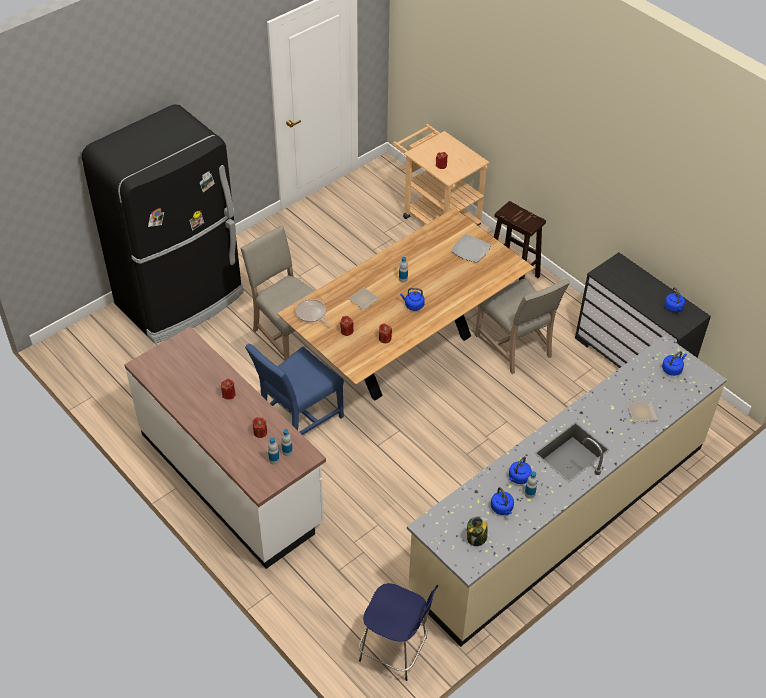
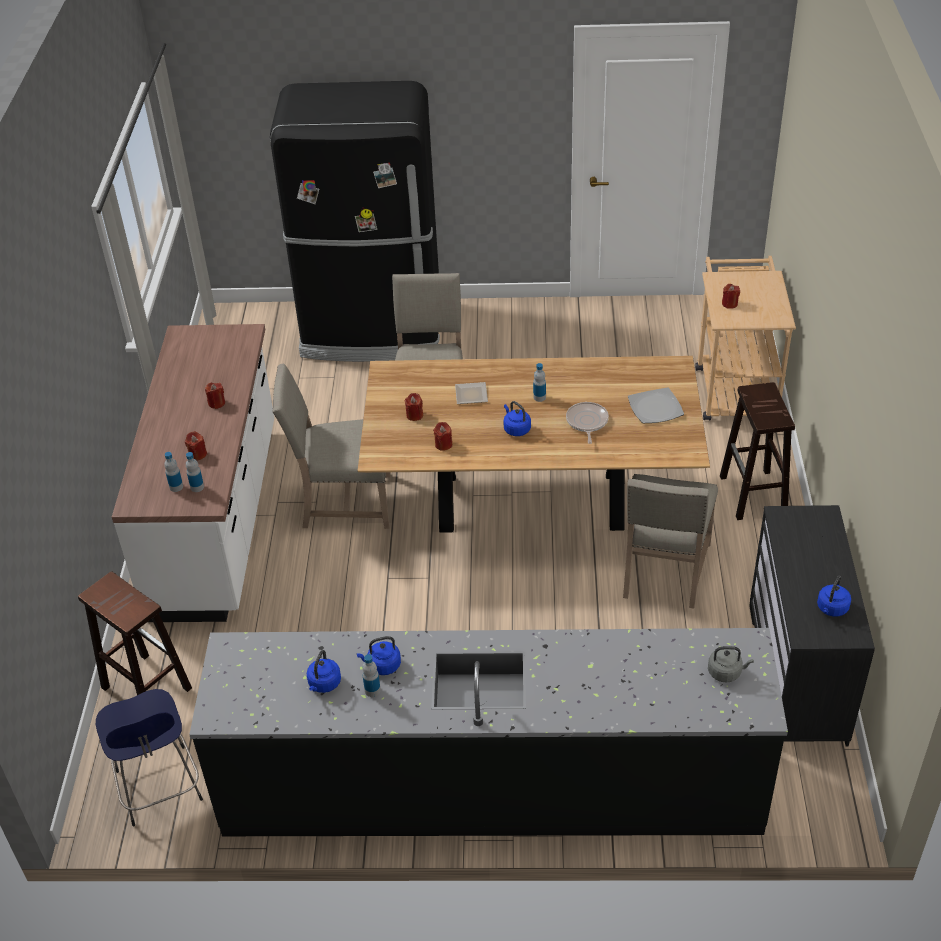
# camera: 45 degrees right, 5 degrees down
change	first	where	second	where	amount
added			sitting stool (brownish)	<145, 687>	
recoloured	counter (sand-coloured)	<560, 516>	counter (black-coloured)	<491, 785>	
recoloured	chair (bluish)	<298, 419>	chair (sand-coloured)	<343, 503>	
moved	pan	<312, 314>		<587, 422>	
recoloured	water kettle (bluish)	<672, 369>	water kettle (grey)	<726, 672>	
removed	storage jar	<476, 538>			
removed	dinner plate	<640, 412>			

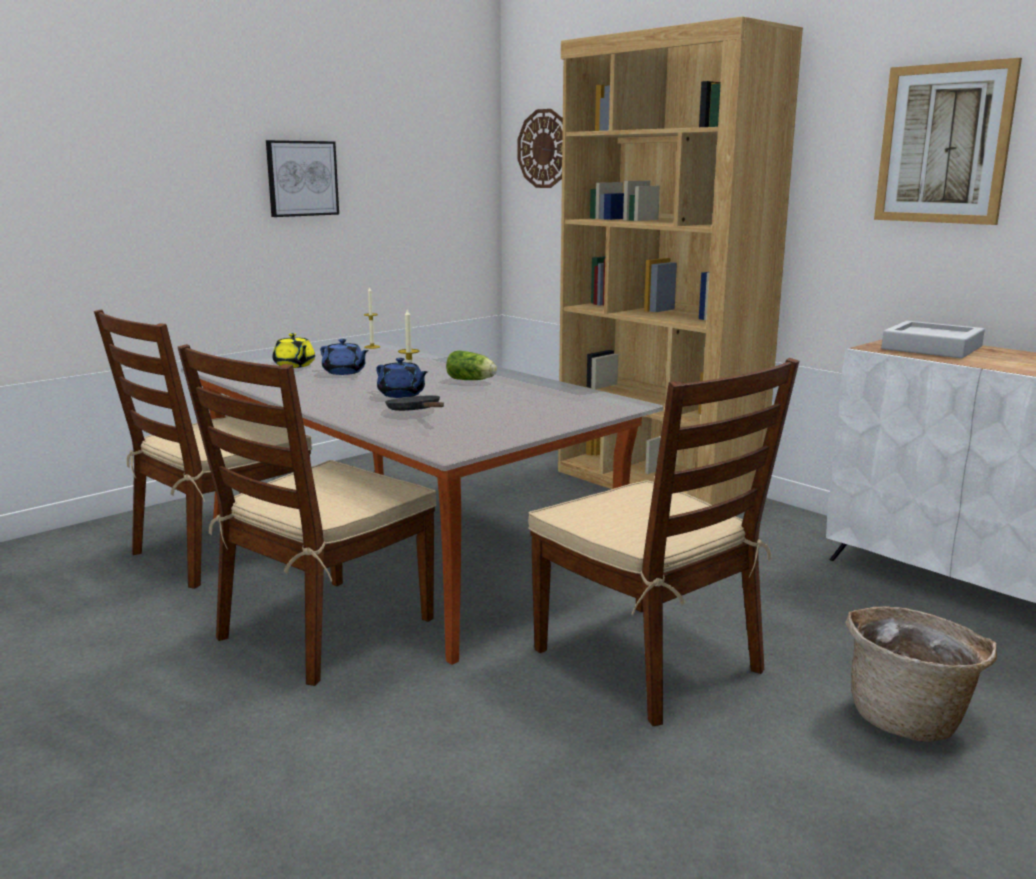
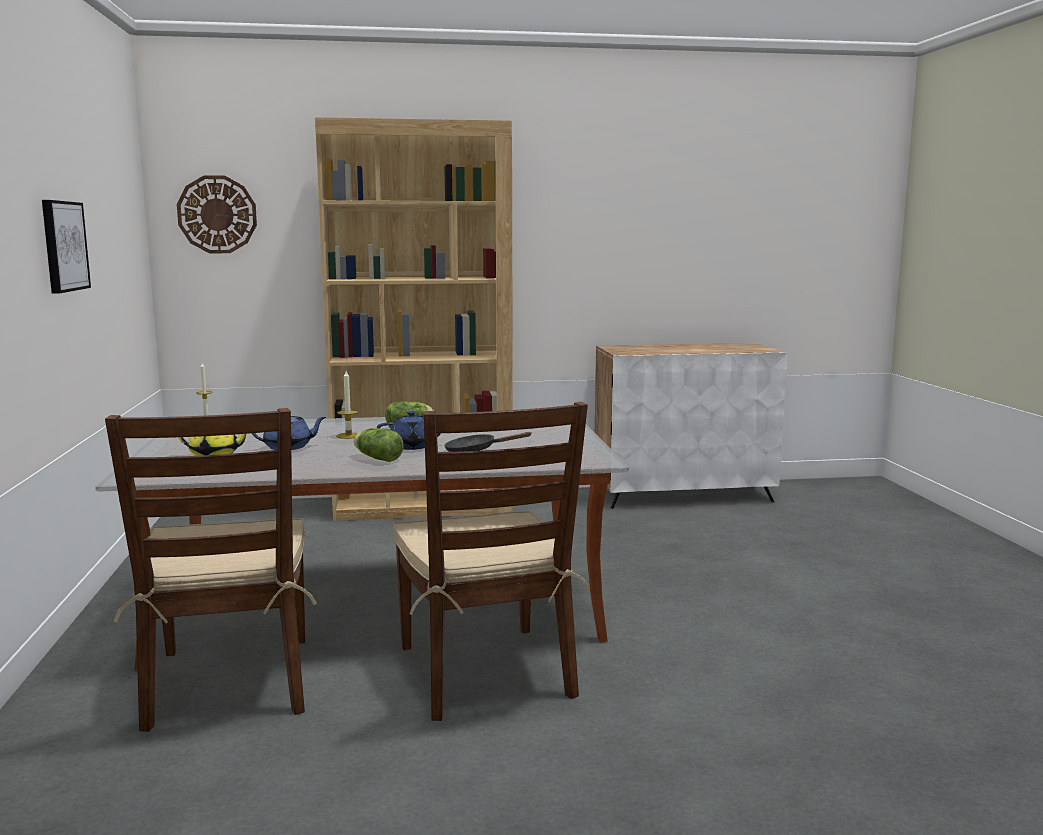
# camera: 55 degrees left, 5 degrees down
change	first	where	second	where	amount
added			lettuce	<377, 458>	
removed	chair (brownish)	<649, 661>			
removed	basket	<909, 717>			
removed	wall art	<943, 144>			
removed	carrying tray (grey)	<931, 348>			

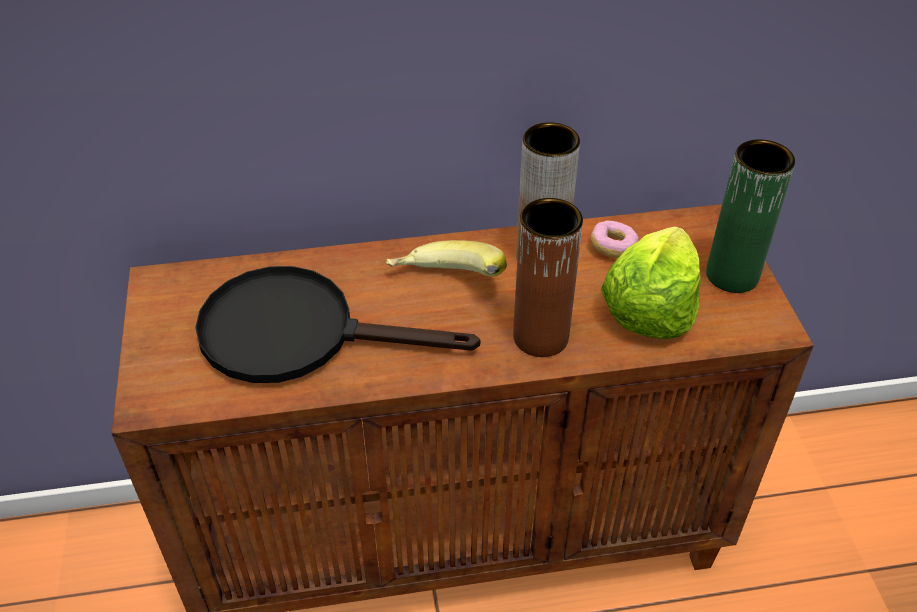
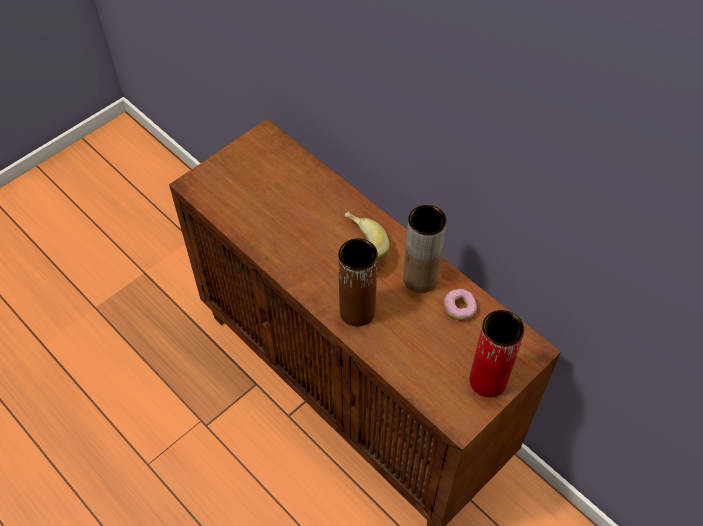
# camera: 55 degrees right, 10 degrees up
change	first	where	second	where	amount
recoloured	vase (green-coloured)	<732, 275>	vase (red-coloured)	<488, 380>	
removed	pan (black-coloured)	<300, 333>			
removed	lettuce	<650, 308>			

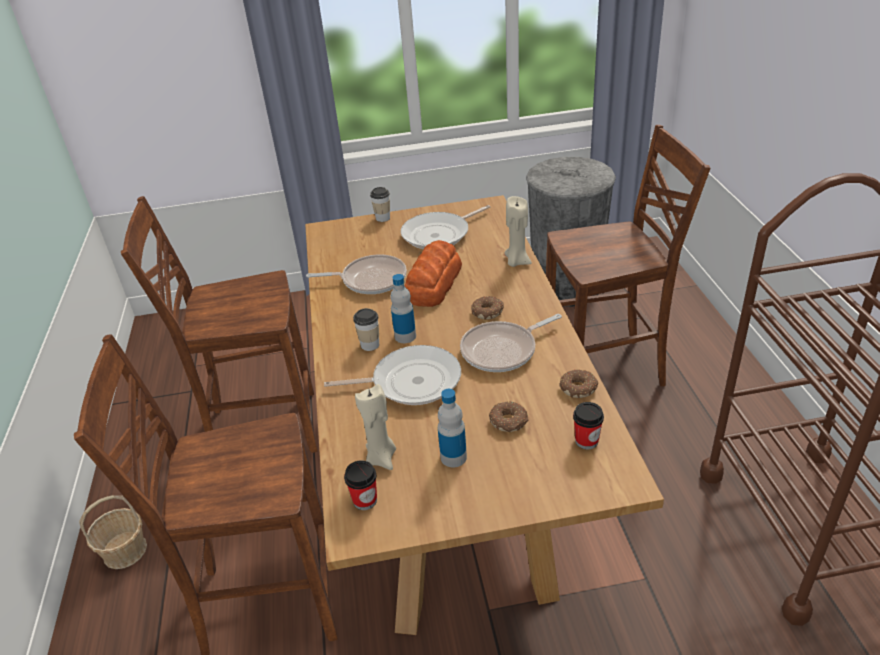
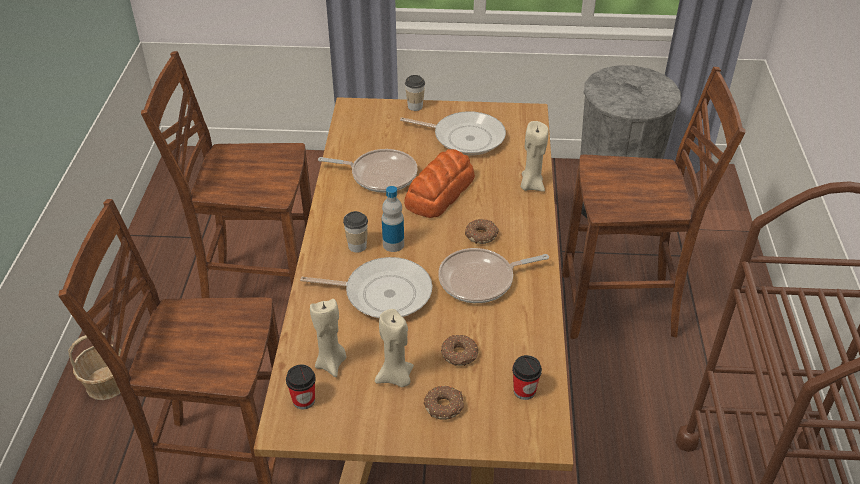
# camera: 10 degrees right, 5 degrees up
change	first	where	second	where	amount
replaced	bottle	<453, 457>	candle (sand-coloured)	<396, 378>	
turned	pan	<439, 234>		<465, 137>	135 degrees counterclockwise
moved	ring doughnut	<578, 388>		<444, 406>	

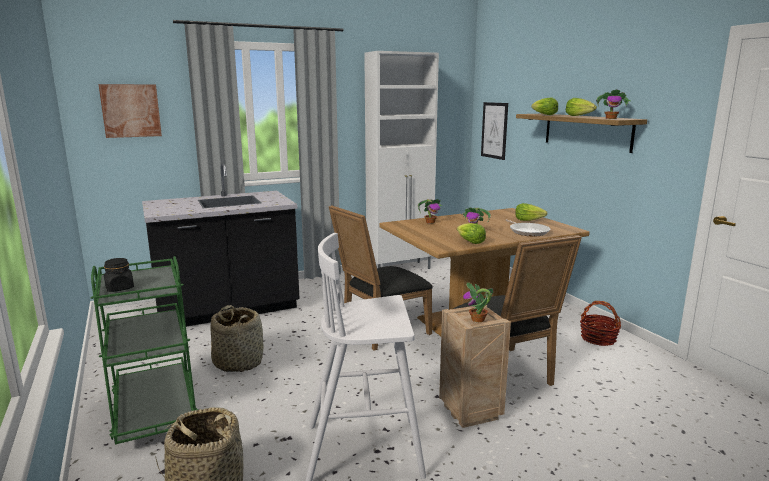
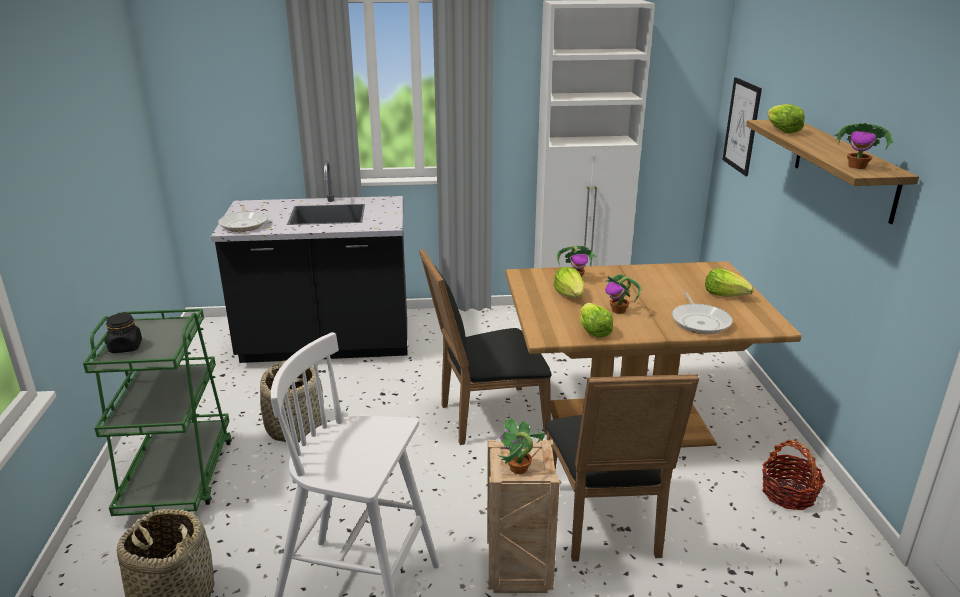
# camera: 20 degrees right, 10 degrees up
change	first	where	second	where	amount
added			pan	<244, 224>	
moved	lettuce	<579, 116>		<570, 295>	
removed	wall art	<131, 110>			

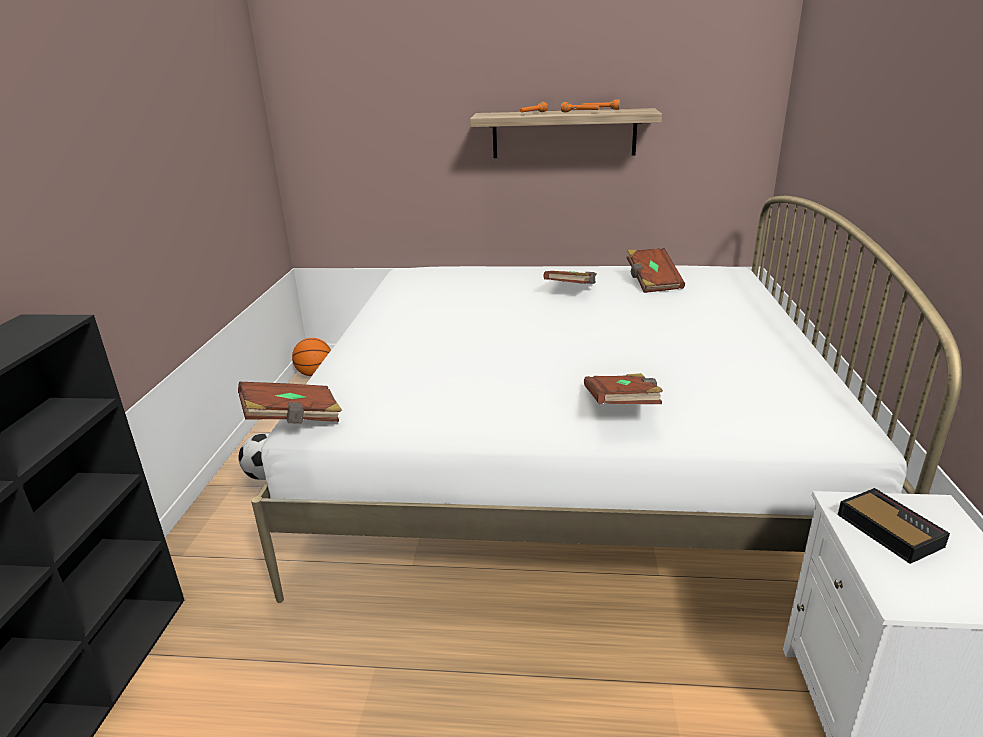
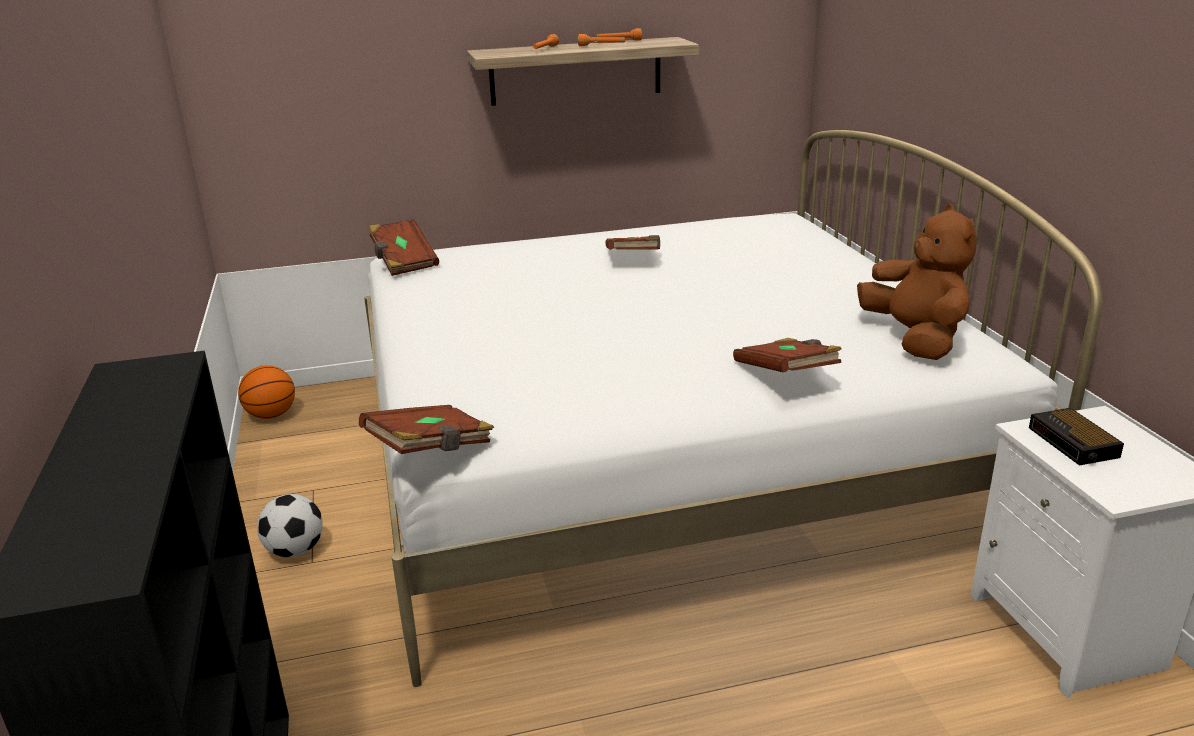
# camera: 20 degrees left, 0 degrees up
change	first	where	second	where	amount
moved	bound book (brownish)	<652, 282>		<403, 262>	
added			cuddly toy (brownish)	<915, 339>	
turned	table clock	<887, 529>		<1074, 443>	150 degrees counterclockwise

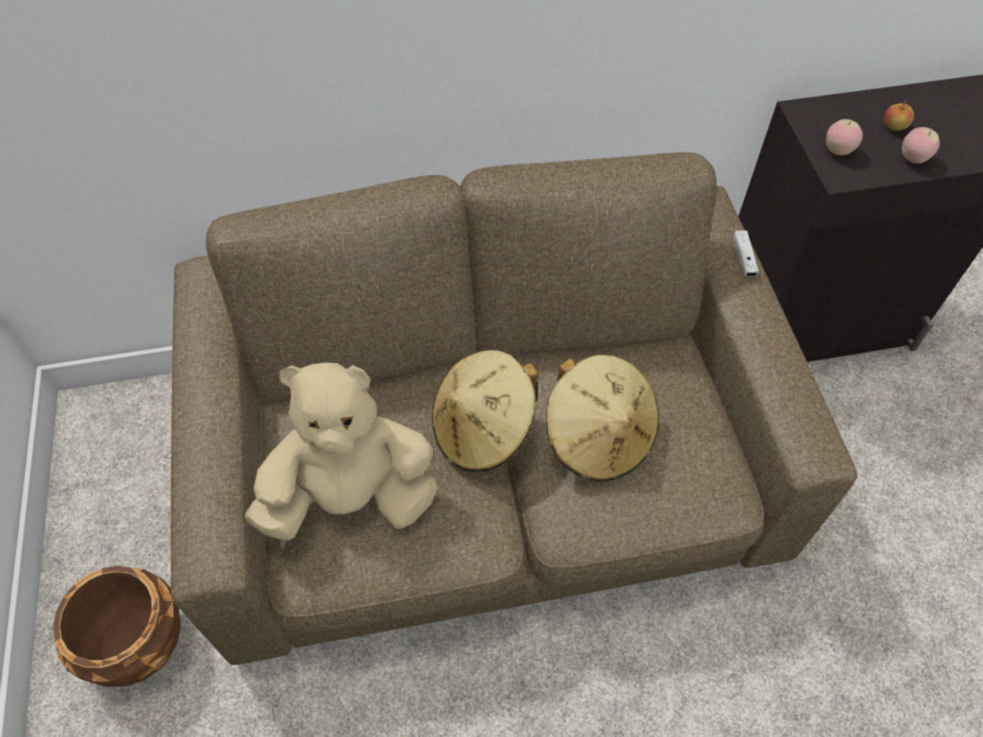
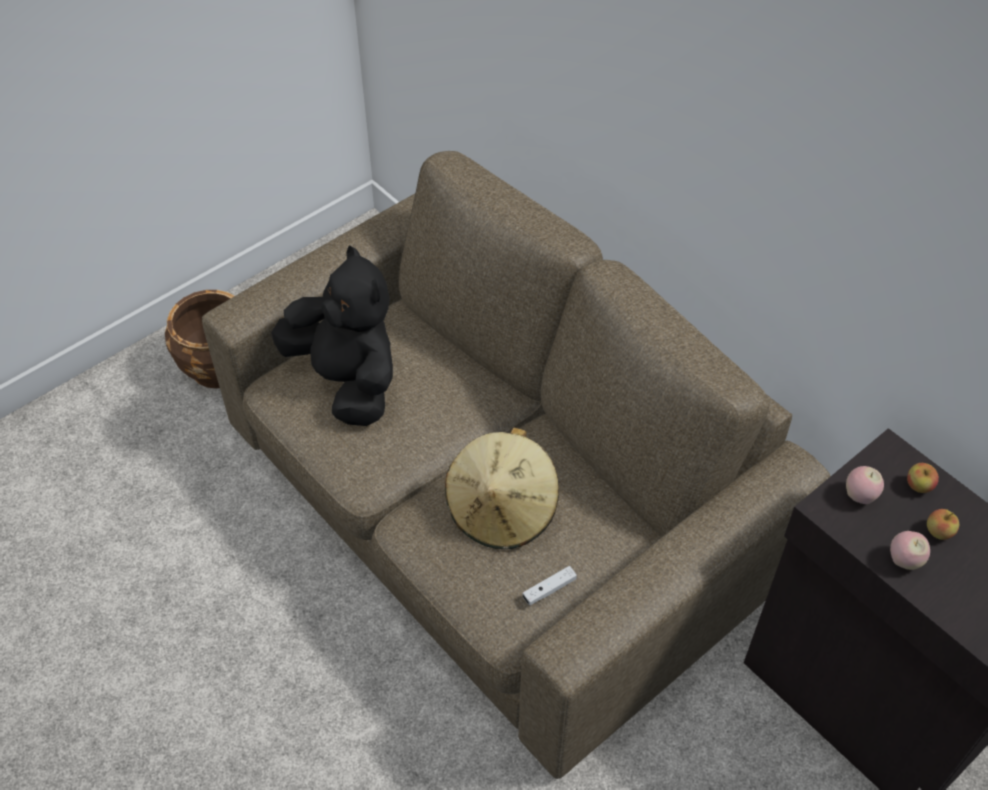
# camera: 60 degrees right, 5 degrees down
change	first	where	second	where	amount
recoloured	cuddly toy (sand-coloured)	<351, 497>	cuddly toy (black-coloured)	<347, 380>	
moved	gamepad (white)	<743, 258>		<549, 589>	
added			apple fruit	<918, 486>	
removed	wearable hat (sand-coloured)	<483, 429>			

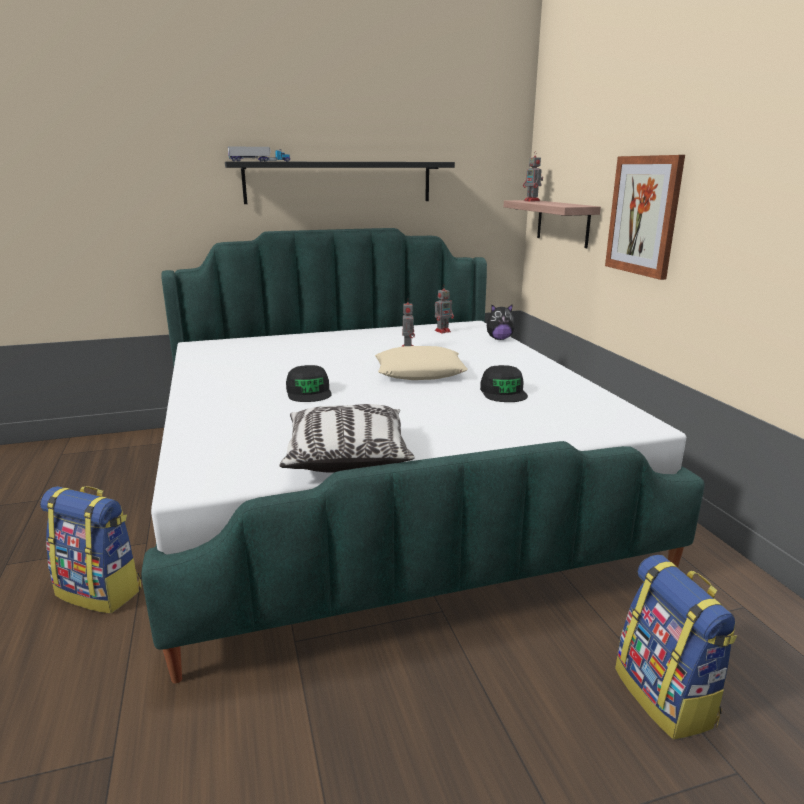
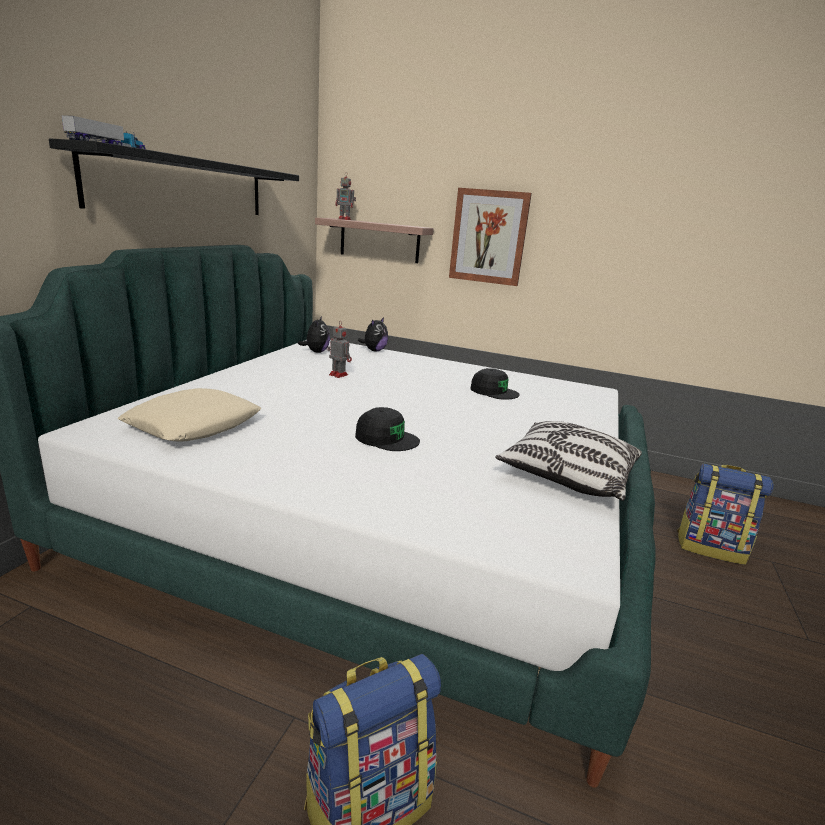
# camera: 55 degrees left, 0 degrees up
change	first	where	second	where	amount
moved	pillow (sand-coloured)	<420, 372>		<194, 425>	
replaced	toy robot	<443, 331>	cuddly toy	<316, 352>	

